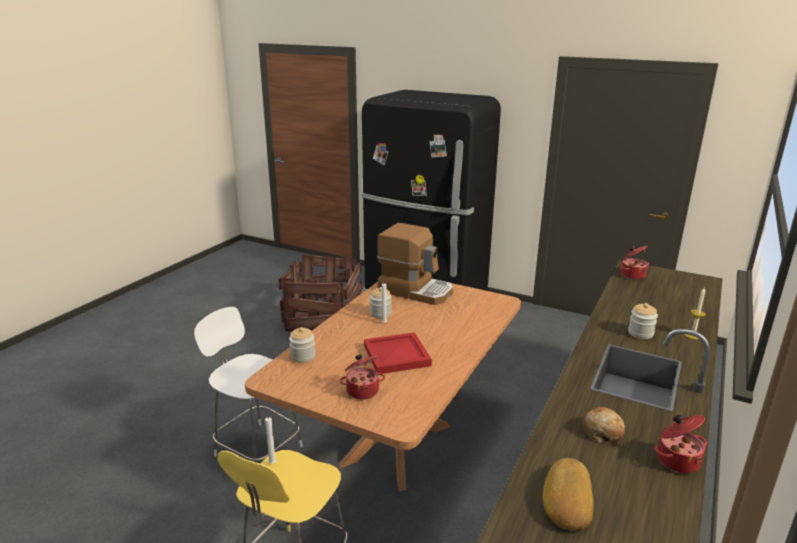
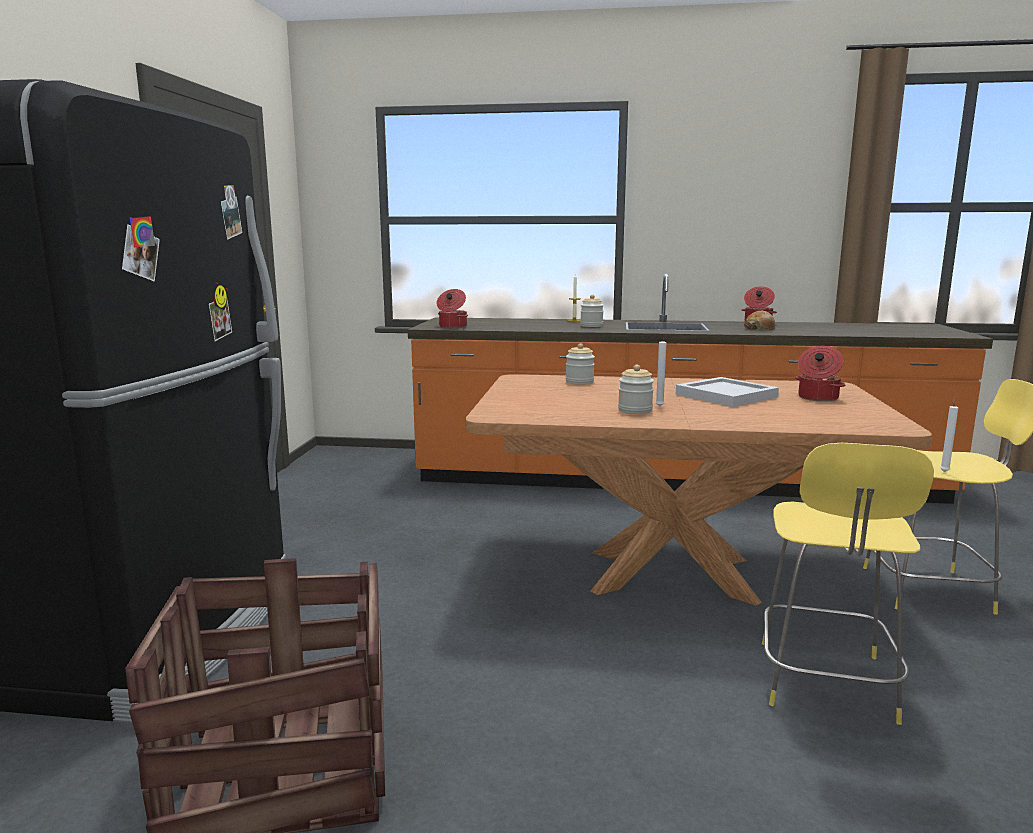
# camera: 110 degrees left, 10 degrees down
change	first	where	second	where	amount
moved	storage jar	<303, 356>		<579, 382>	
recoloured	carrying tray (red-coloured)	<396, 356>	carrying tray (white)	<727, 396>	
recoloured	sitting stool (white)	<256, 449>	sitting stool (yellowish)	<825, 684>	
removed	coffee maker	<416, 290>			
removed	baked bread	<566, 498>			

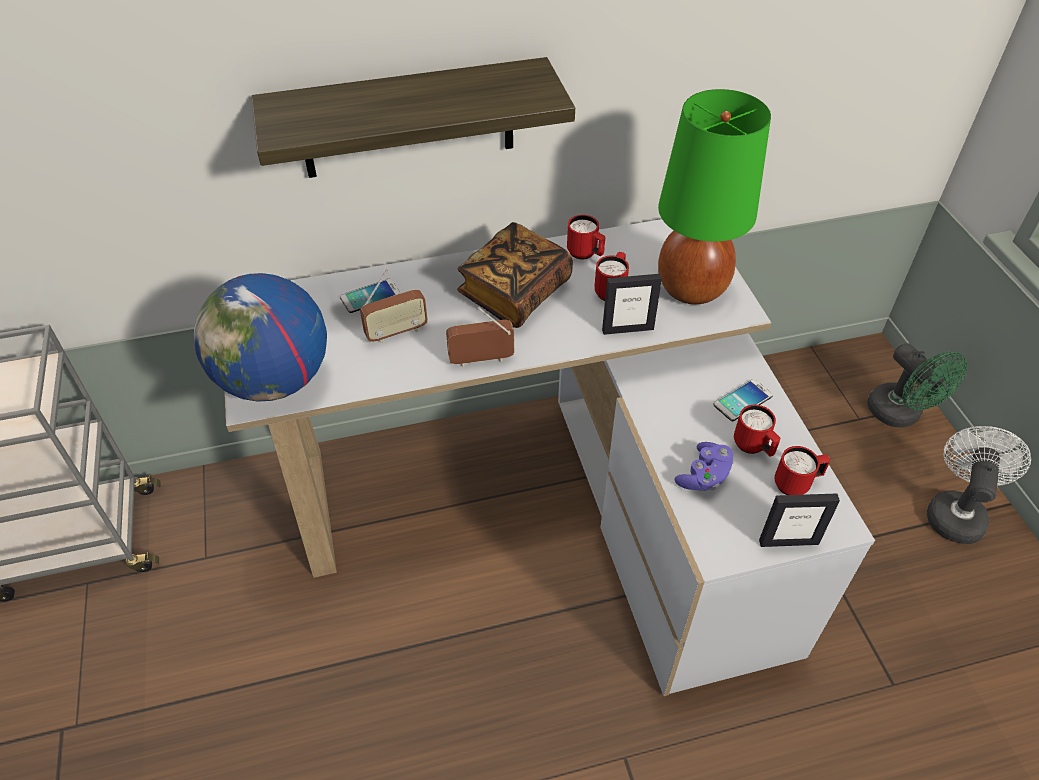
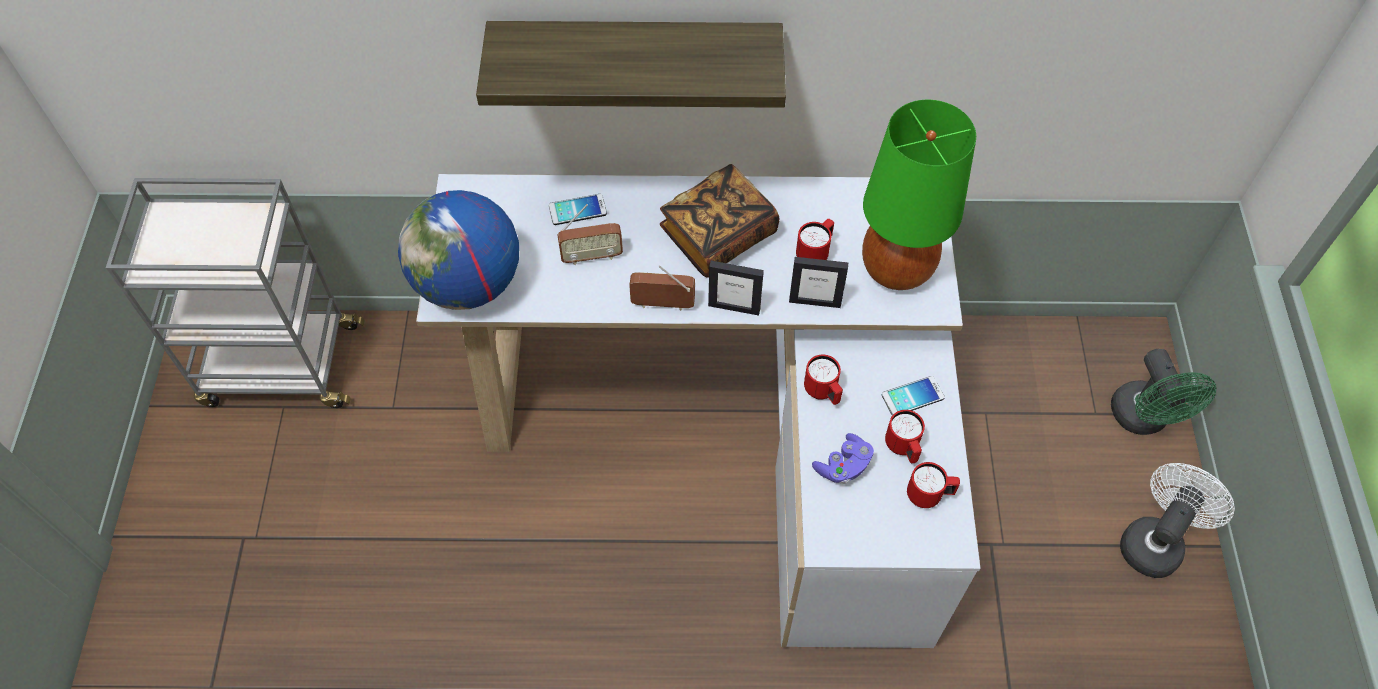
# camera: 15 degrees right, 10 degrees up
change	first	where	second	where	amount
moved	standing frame	<788, 541>		<734, 307>	
moved	mug (red-coloured)	<585, 254>		<823, 392>	

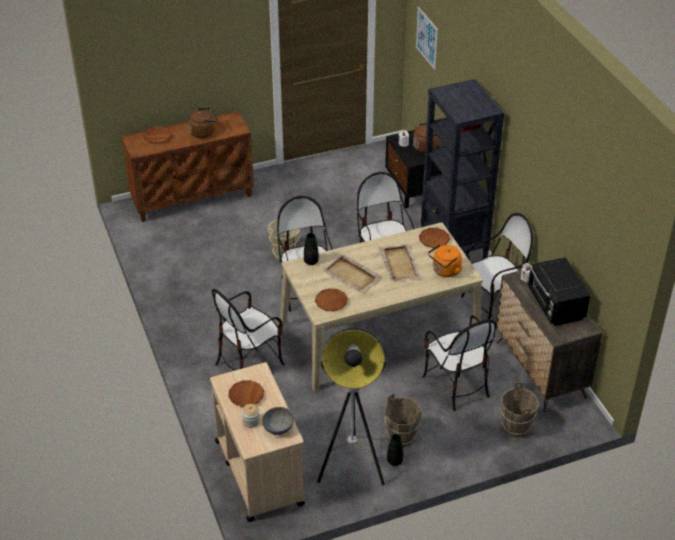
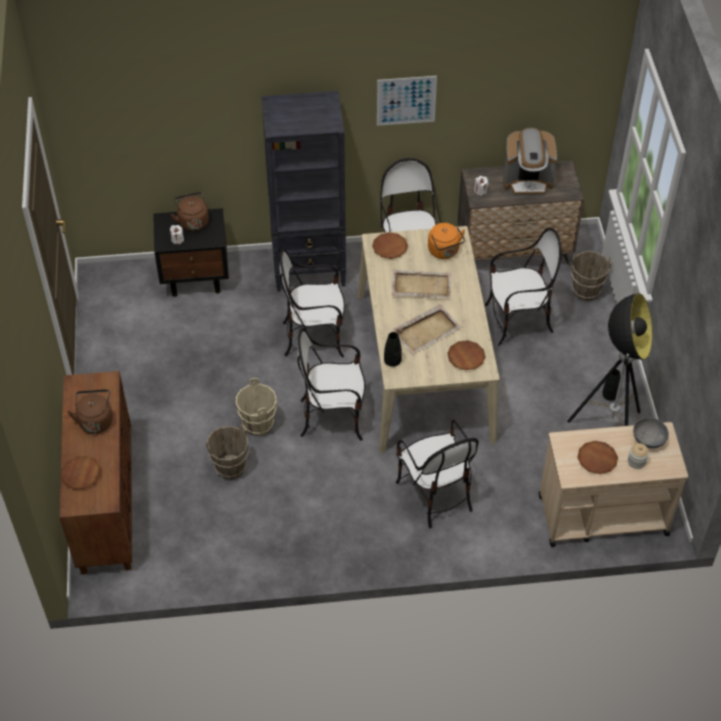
# camera: 75 degrees left, 10 degrees up
change	first	where	second	where	amount
moved	bucket (brownish)	<401, 437>		<230, 468>	
moved	wall art	<426, 38>		<406, 100>	
replaced	microwave (black-coloured)	<555, 306>	coffee maker	<527, 181>	

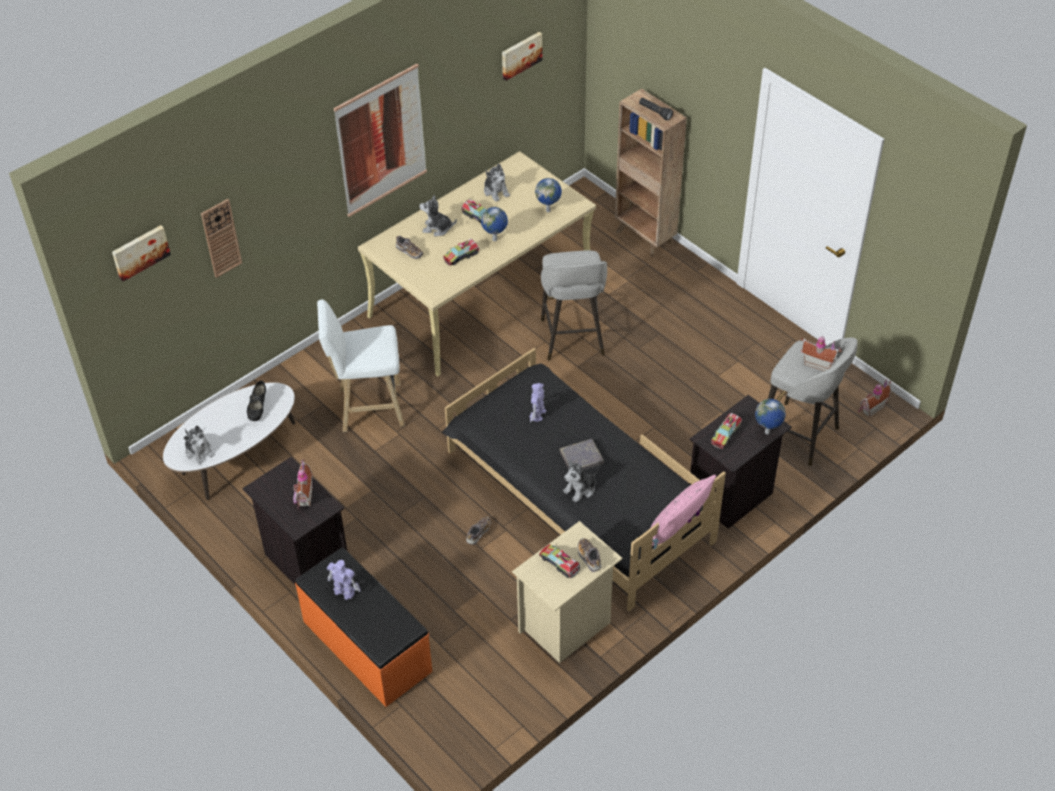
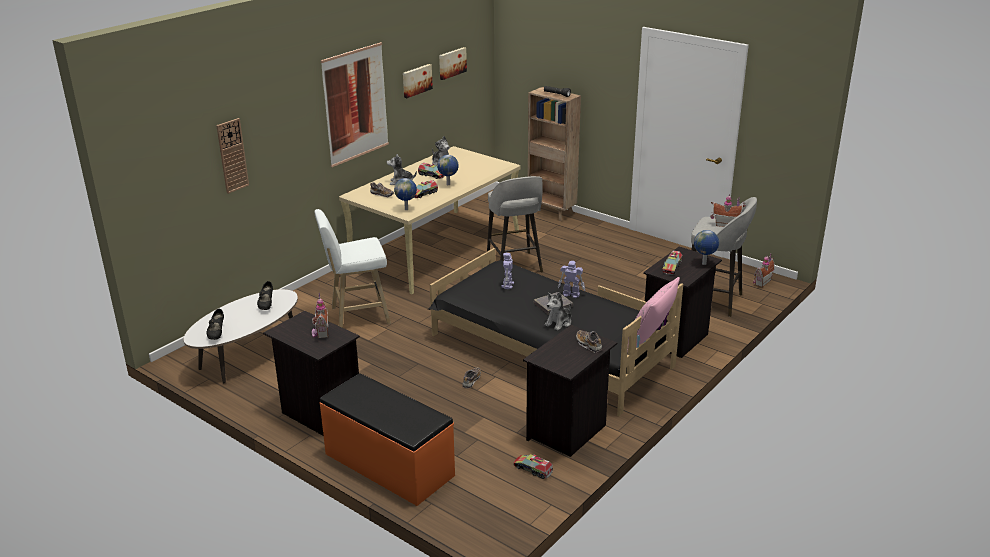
# camera: 10 degrees left, 20 degrees down
change	first	where	second	where	amount
replaced	cuddly toy	<199, 451>	shoe (black-coloured)	<217, 333>	
moved	globe	<549, 210>		<407, 209>	
moved	wall art	<140, 252>		<416, 80>	
moved	toy truck	<559, 563>		<533, 469>	
recoloured	bedside table (sand-coloured)	<566, 626>	bedside table (black-coloured)	<568, 432>	
moved	toy robot	<344, 591>		<570, 294>	

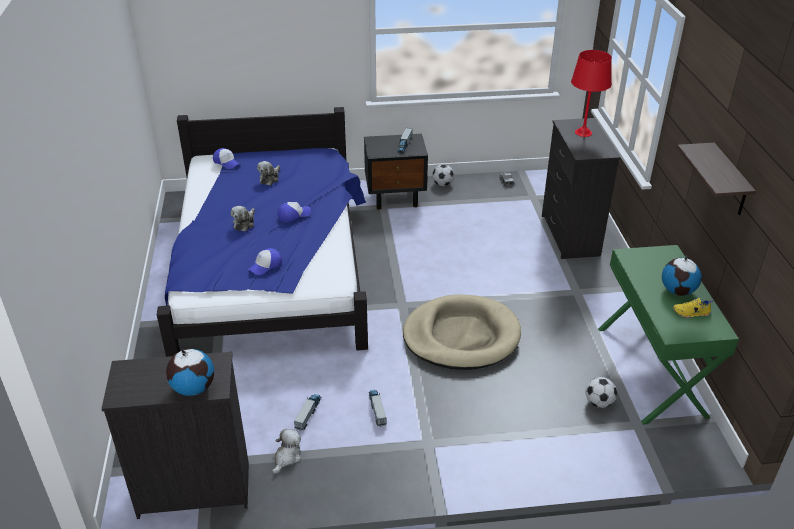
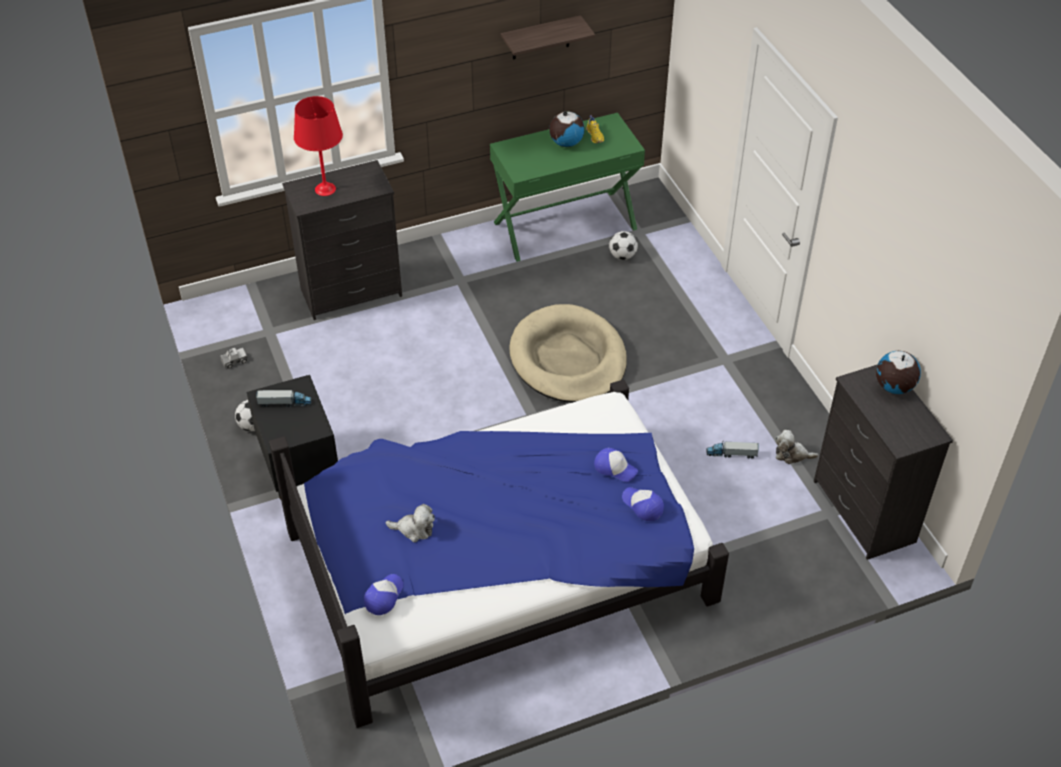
# camera: 105 degrees left, 10 degrees up
change	first	where	second	where	amount
moved	cap	<293, 214>		<642, 505>	
removed	cuddly toy	<244, 223>			
removed	toy truck	<377, 409>			

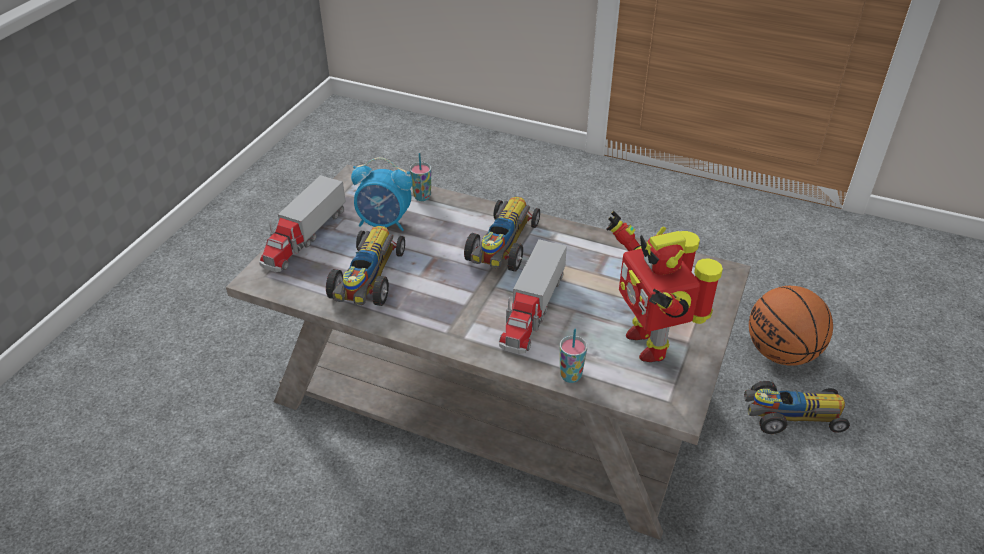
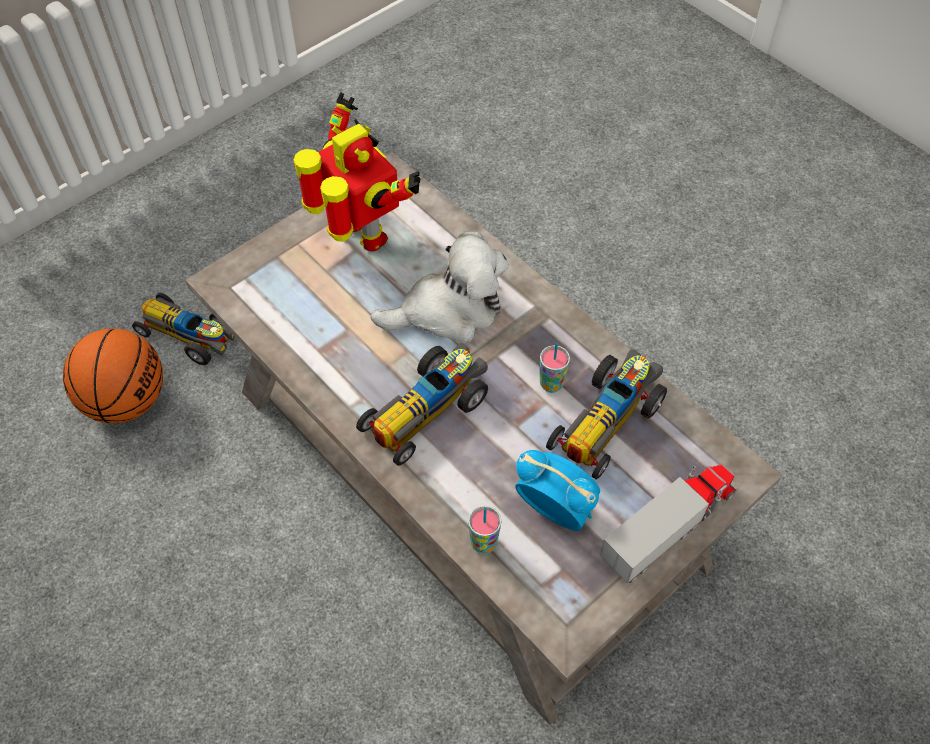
# camera: 155 degrees left, 15 degrees up
change	first	where	second	where	amount
turned	toy robot	<650, 342>		<362, 236>	45 degrees counterclockwise
replaced	toy truck	<532, 310>	cuddly toy	<448, 311>	
moved	small cup	<570, 376>		<551, 384>	

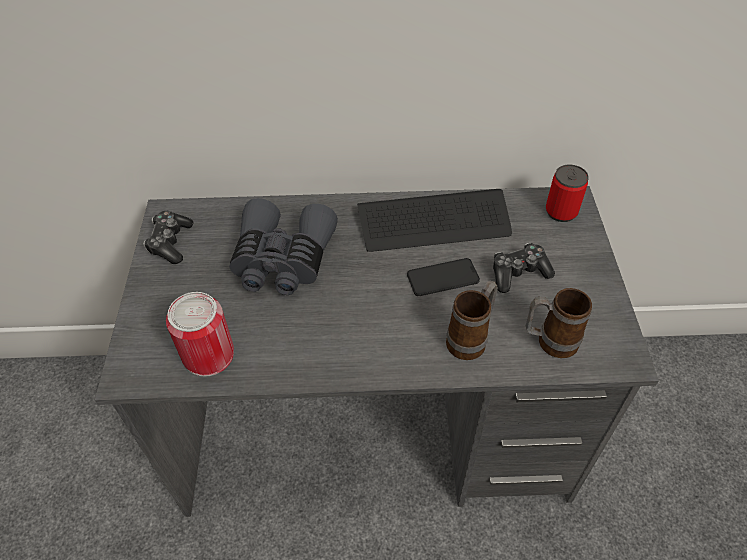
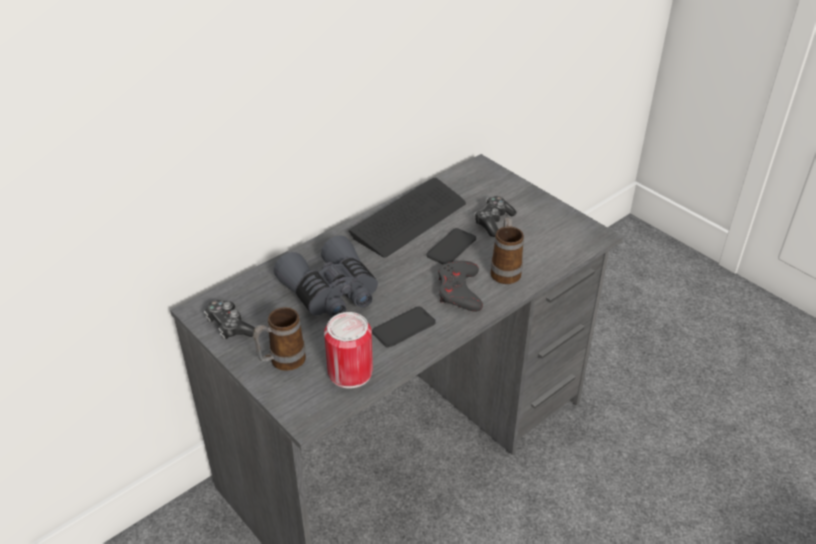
# camera: 40 degrees left, 10 degrees down
change	first	where	second	where	amount
moved	mug	<549, 342>		<281, 362>	
added			handset	<403, 327>	
added			gamepad (grey)	<459, 291>	
removed	sealed can	<561, 211>			

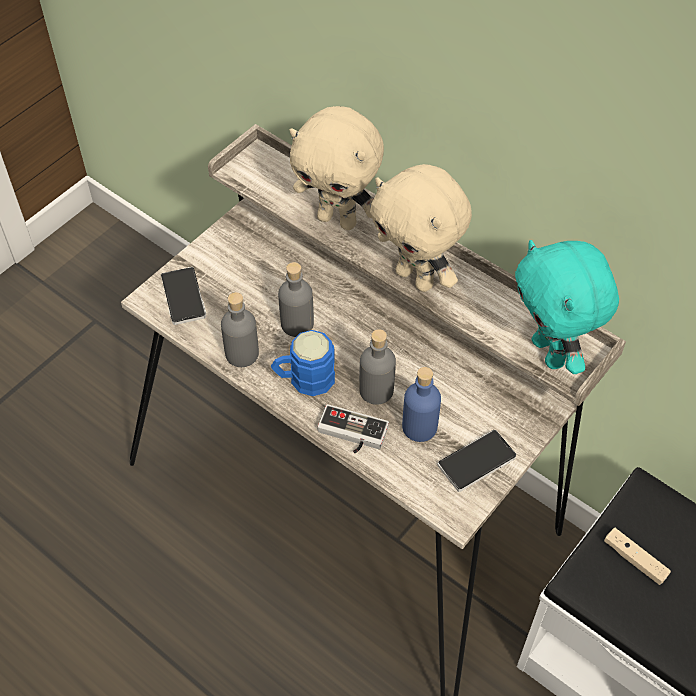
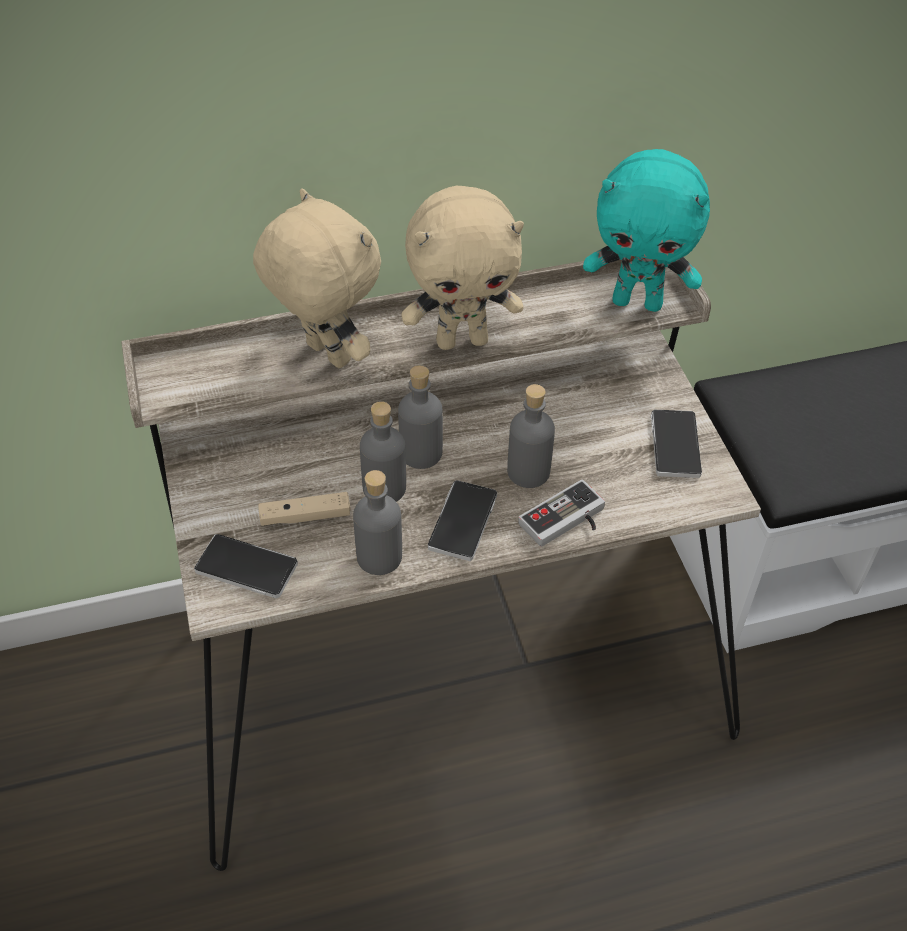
# camera: 55 degrees left, 5 degrees down
change	first	where	second	where	amount
turned	cuddly toy (sand-coloured)	<338, 220>		<325, 355>	105 degrees counterclockwise
moved	gamepad (sand-coloured)	<635, 560>		<305, 516>	
added			bottle (grey)	<421, 453>	
replaced	mug (bluish)	<304, 379>	handset	<463, 522>	
removed	bottle (bluish)	<419, 427>			

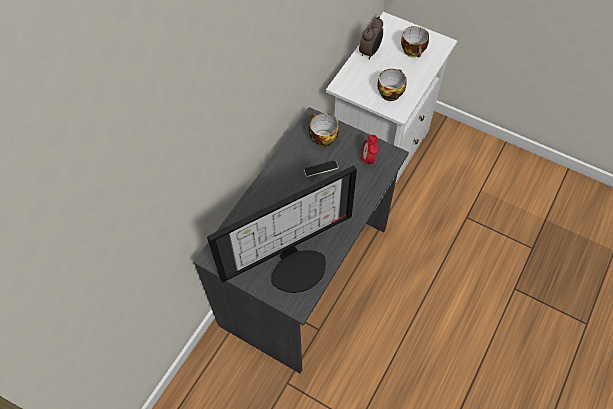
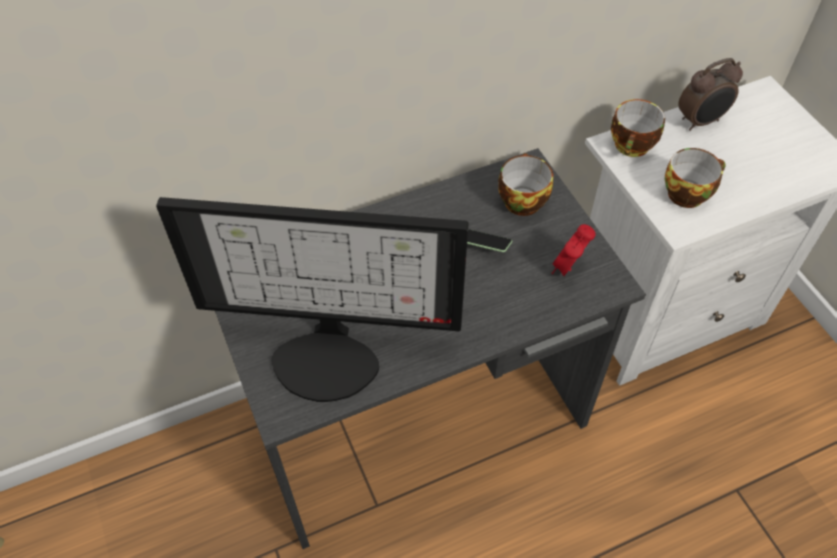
# camera: 35 degrees right, 5 degrees down
change	first	where	second	where	amount
moved	small cup	<414, 51>		<632, 147>	

